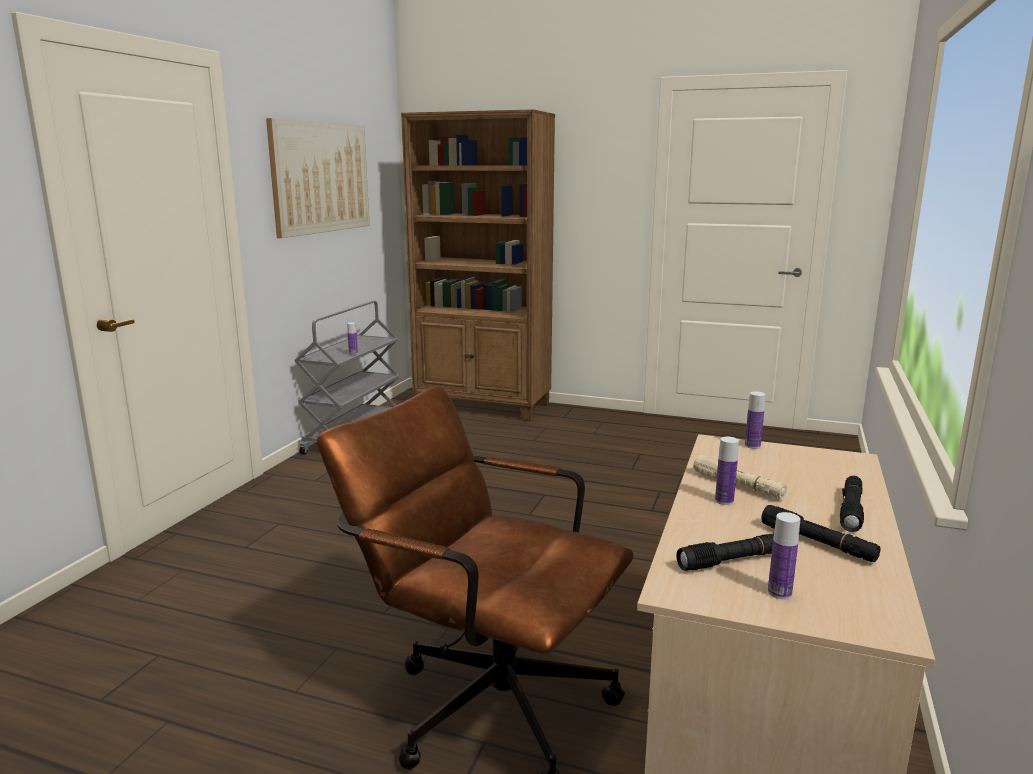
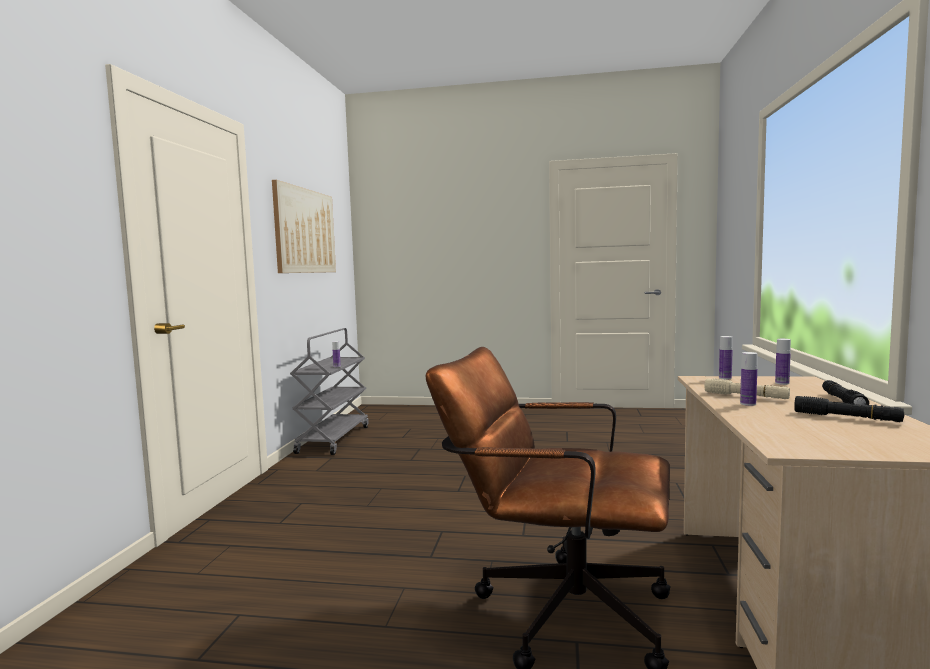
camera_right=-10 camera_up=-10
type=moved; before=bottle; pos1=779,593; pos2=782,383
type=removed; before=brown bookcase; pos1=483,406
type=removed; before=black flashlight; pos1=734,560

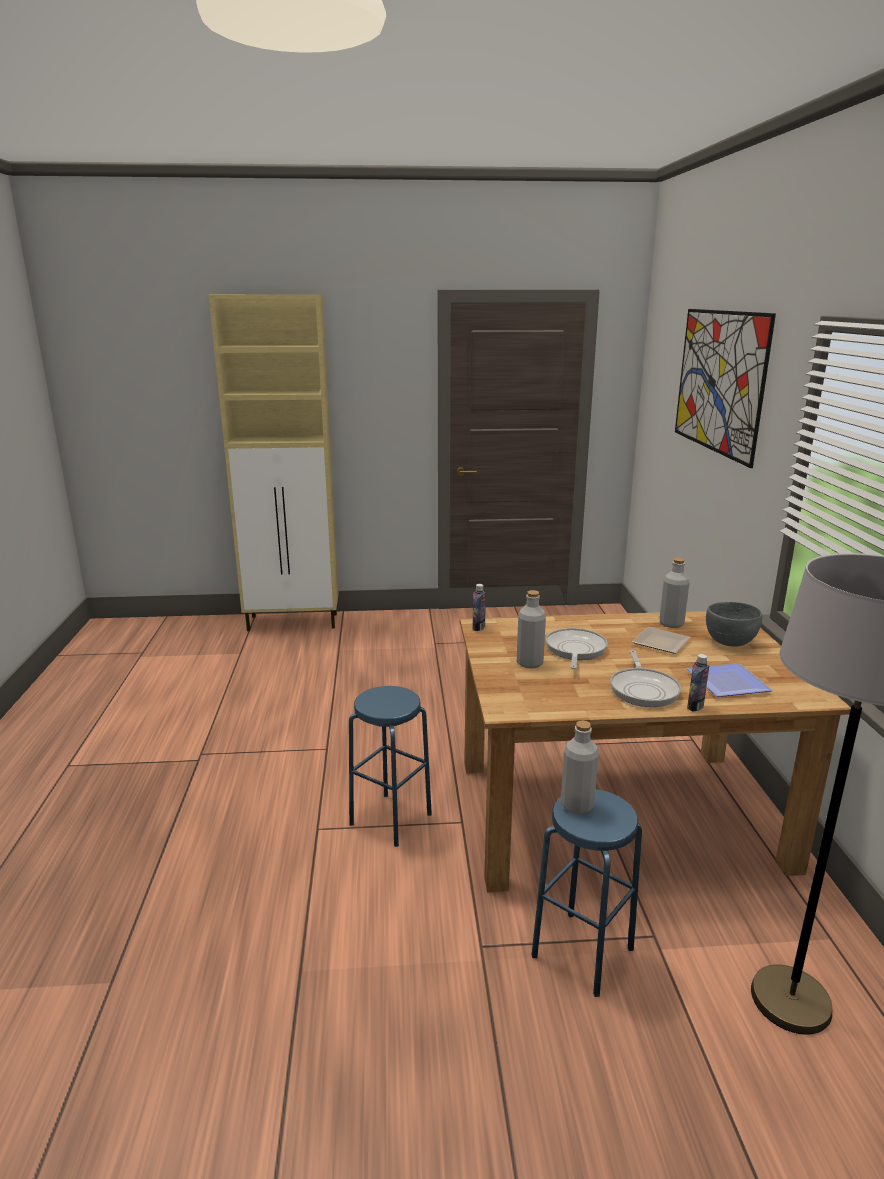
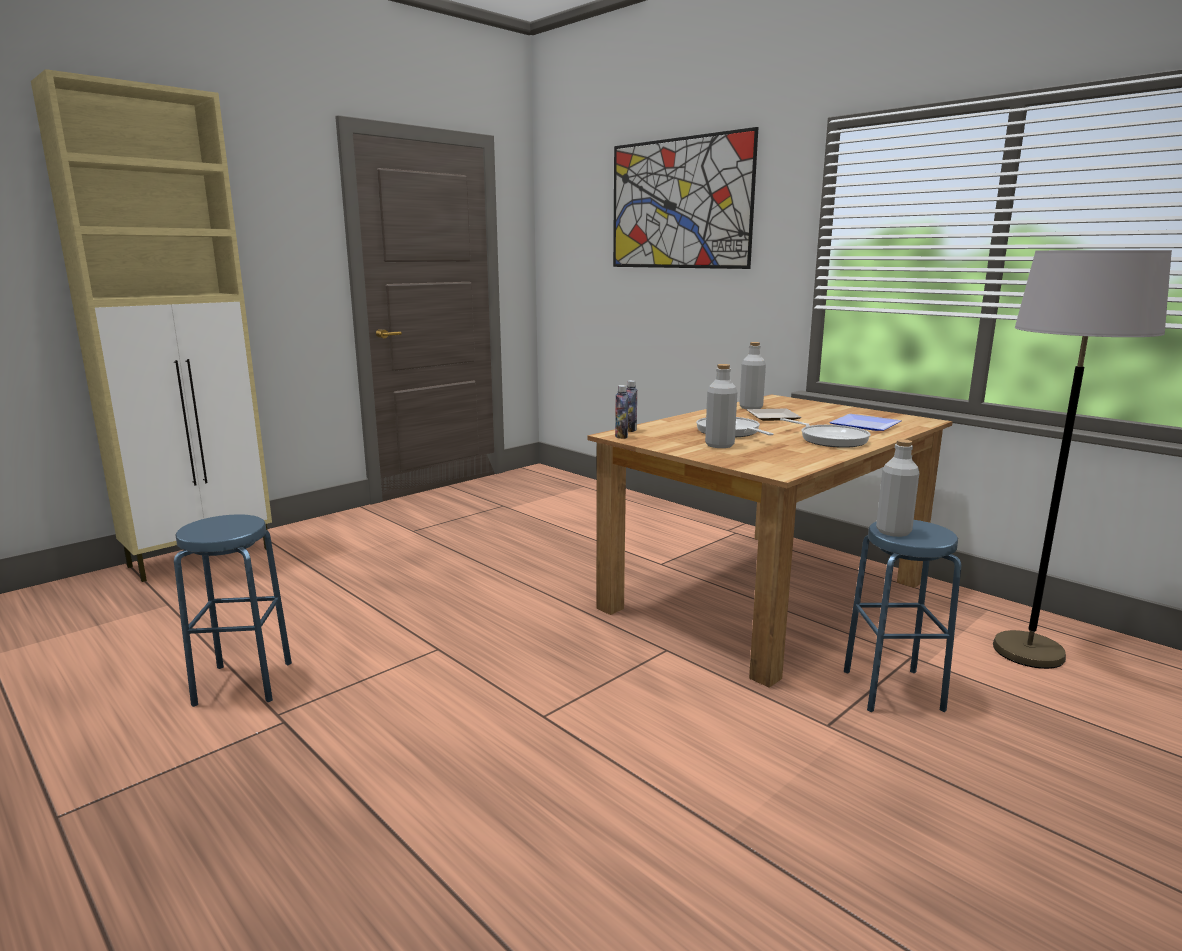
camera_right=-40 camera_up=-5
type=moved; before=blue stool; pos1=390,819; pos2=243,683
type=moved; before=bottle; pos1=695,707; pos2=630,430
type=removed; before=grey bowl; pos1=730,642

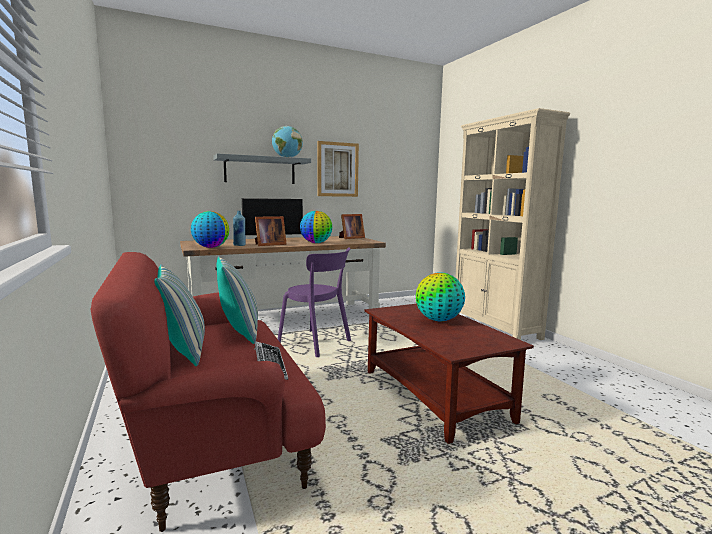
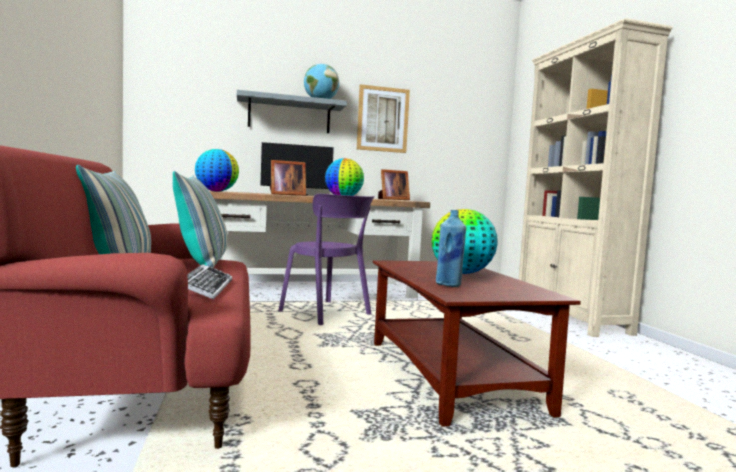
camera_right=10 camera_up=-5
type=moved; before=blue bottle; pos1=239,245; pos2=448,285

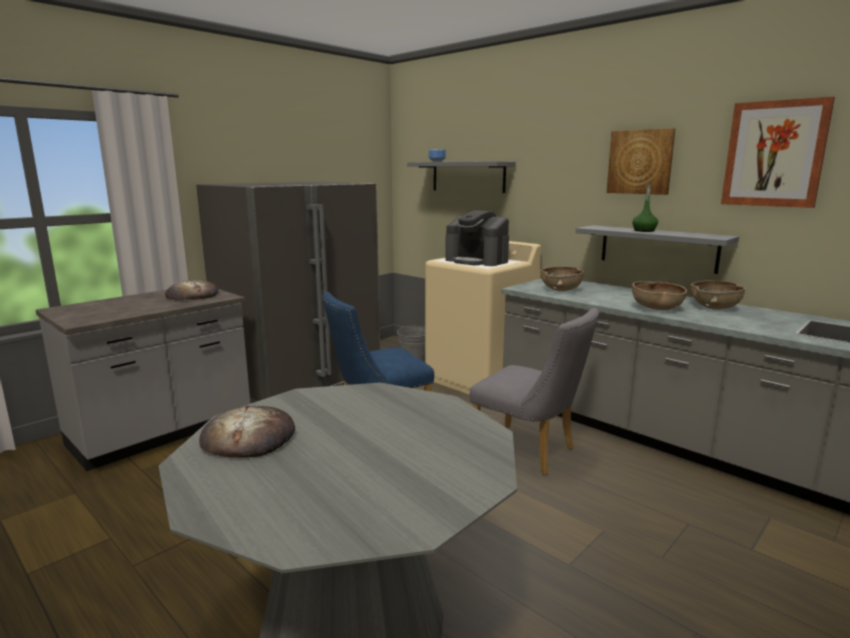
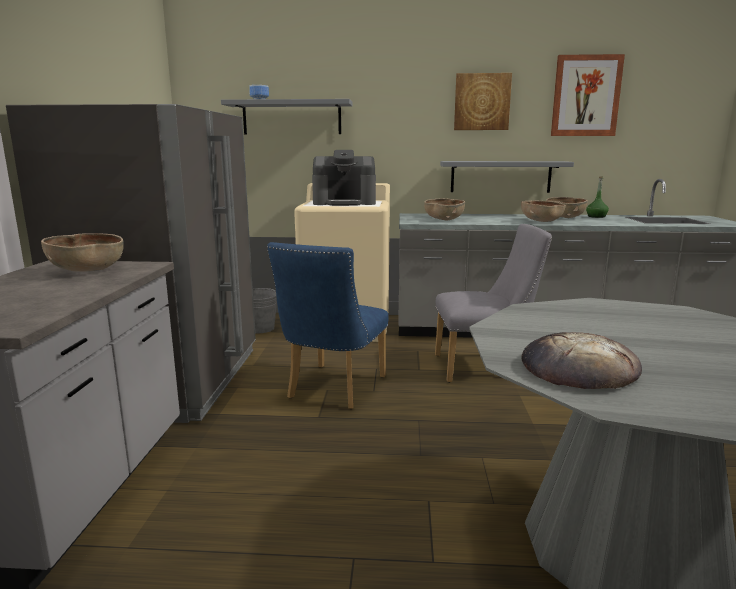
camera_right=-40 camera_up=0
type=replaced; before=bread; after=brown bowl; pos1=192,295; pos2=87,270
type=moved; before=green bottle; pos1=644,231; pos2=596,216

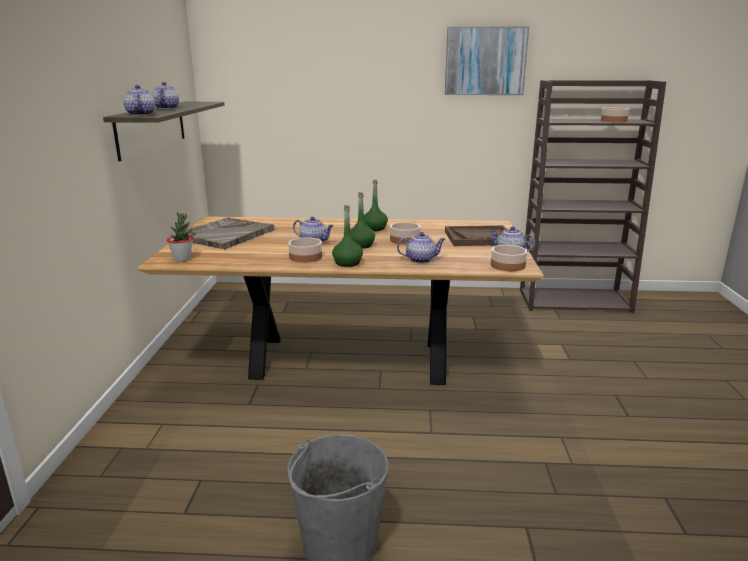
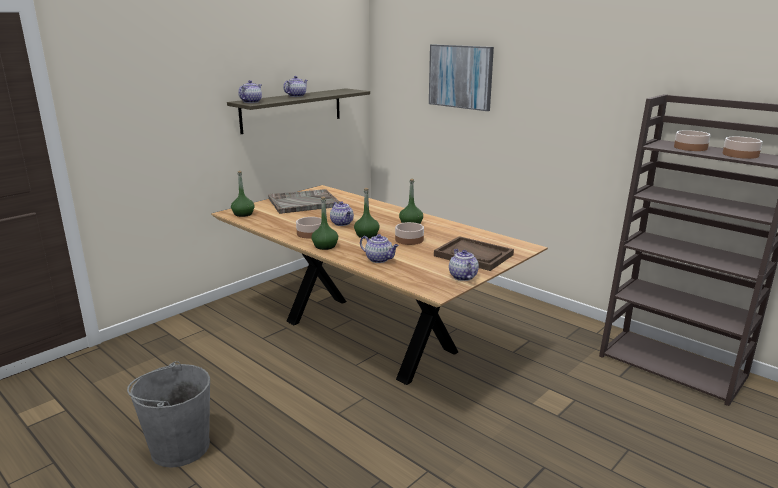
camera_right=40 camera_up=0
type=replaced; before=potted plant; after=green bottle; pos1=182,259; pos2=243,214
type=moved; before=picture; pos1=485,61; pos2=460,76
type=moved; before=bowl; pos1=508,265; pos2=691,148

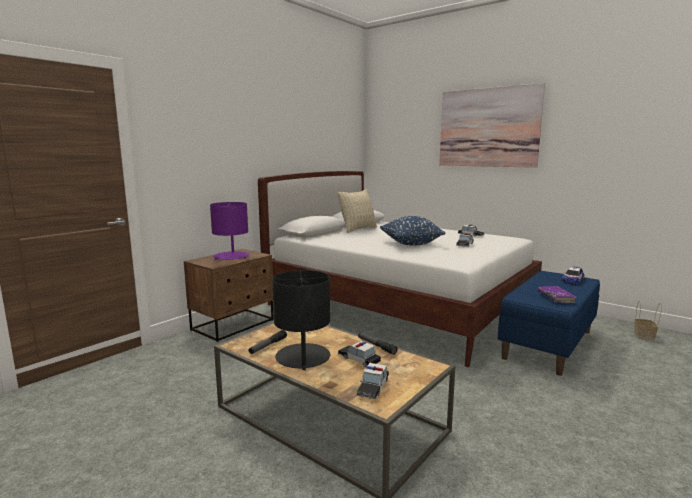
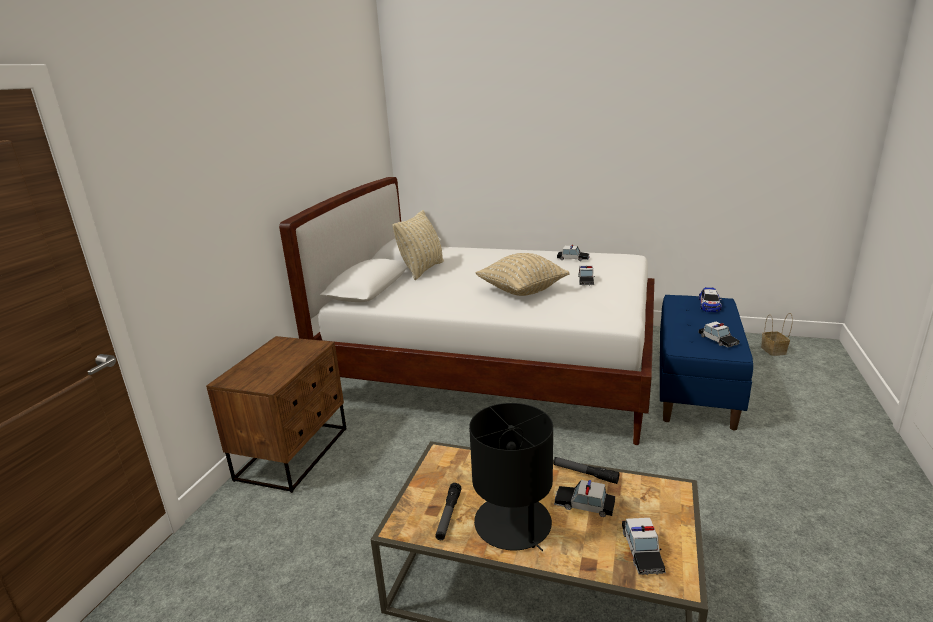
camera_right=-20 camera_up=10
type=recoloured; before=blue pillow; after=beige pillow; pos1=411,244; pos2=522,291
type=replaced; before=purple book; after=toy car; pos1=555,298; pos2=718,340
type=removed; before=purple table lamp; pos1=231,256
type=removed; before=picture; pos1=488,127

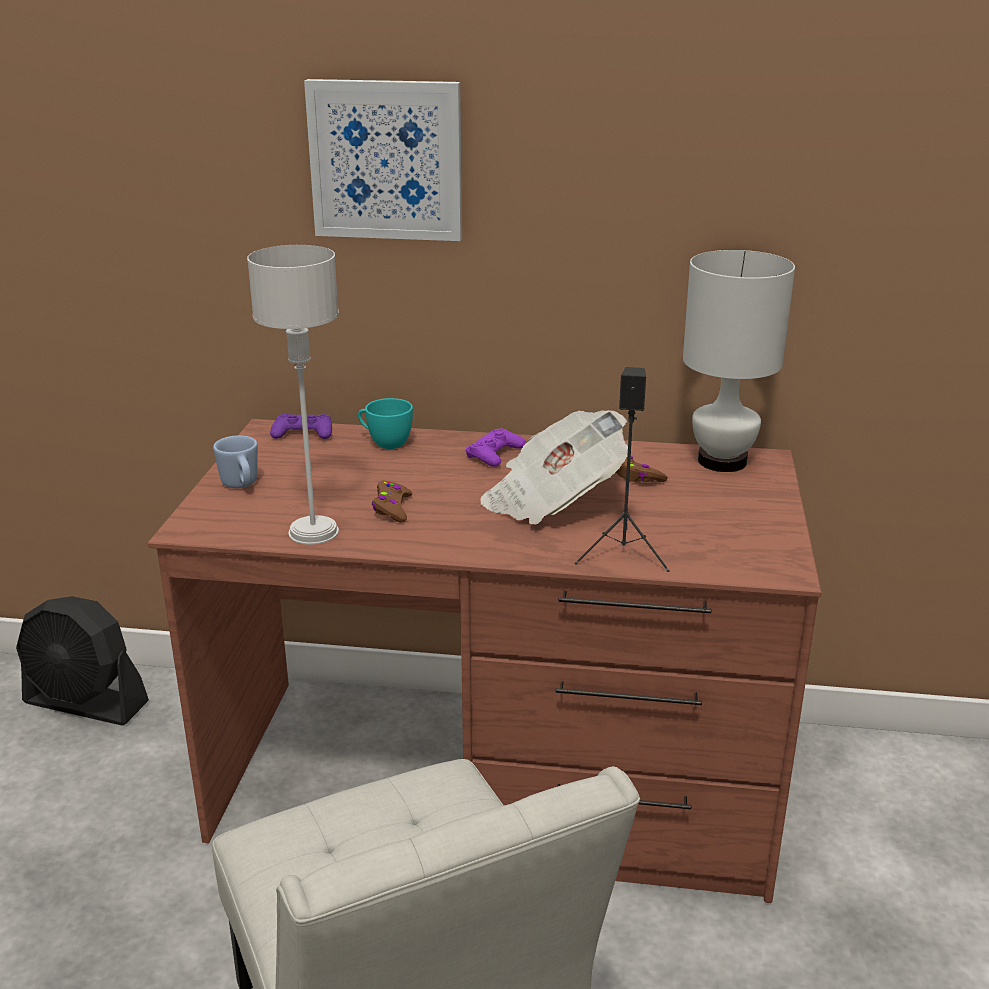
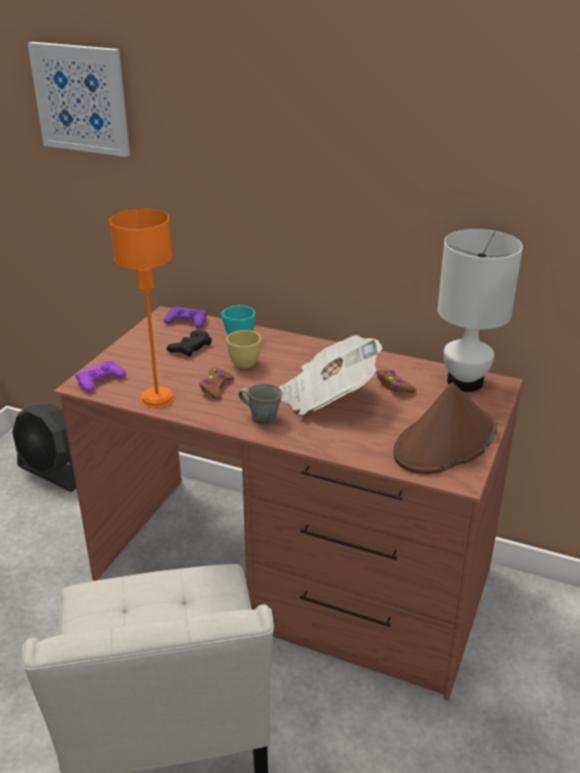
camera_right=15 camera_up=5
type=moved; before=picture; pos1=386,160; pos2=81,98
type=moved; before=purple game controller; pos1=495,454; pos2=100,380
type=recoloured; before=grey table lamp; after=orange table lamp; pos1=312,532; pos2=156,398
type=added; after=black game controller; pos2=190,347
type=added; after=yellow cup; pos2=245,361
type=added; after=grey mug; pos2=262,417
type=added; after=brown hat; pos2=445,443
type=removed; before=blue mug; pos1=241,486
type=removed; before=black speaker; pos1=624,554

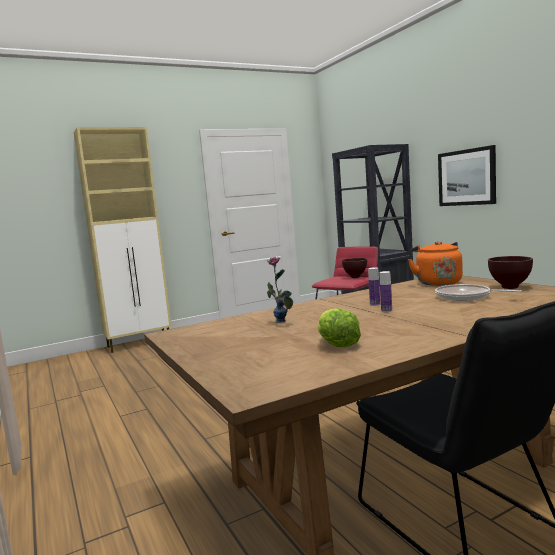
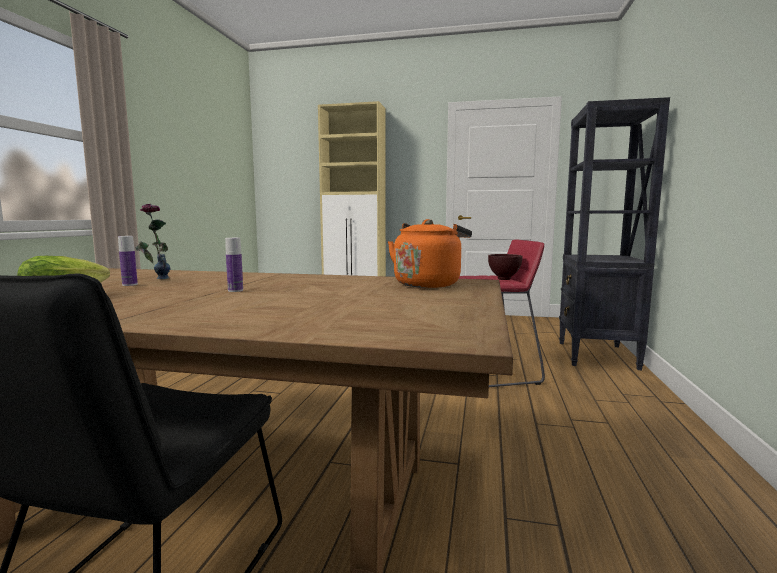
camera_right=40 camera_up=0
type=moved; before=bottle; pos1=375,304; pos2=130,284
type=removed; before=frying pan; pos1=466,297
type=removed; before=picture; pos1=466,177
type=removed; before=brown bowl; pos1=510,288

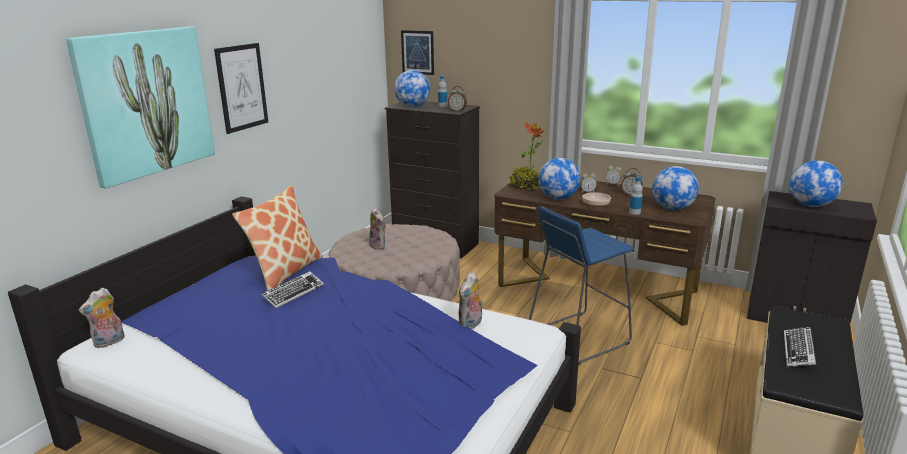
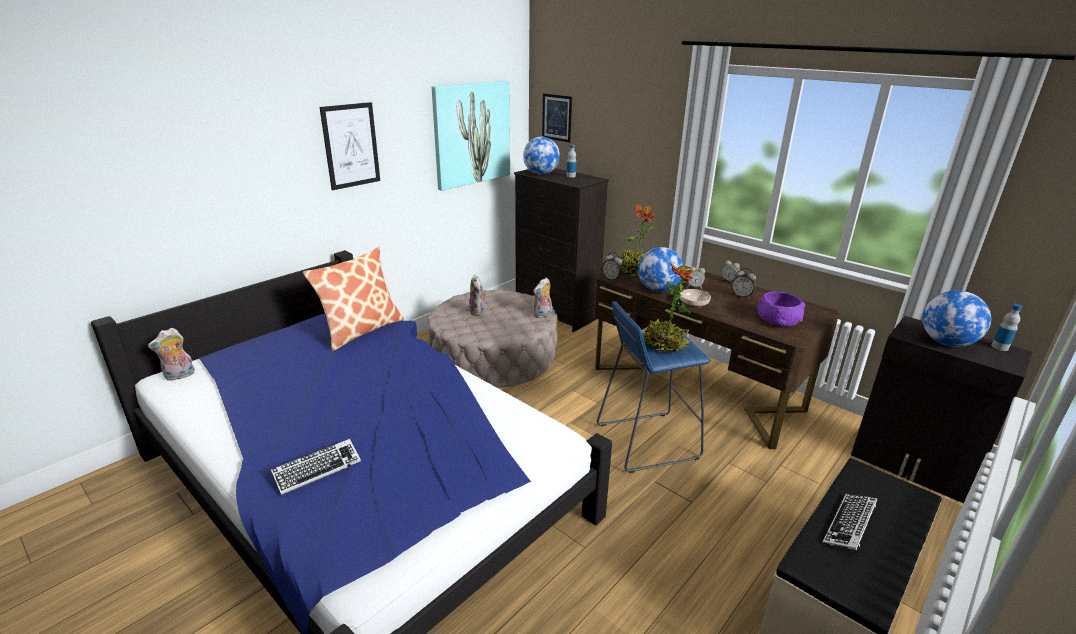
camera_right=15 camera_up=5
type=moved; before=keyboard; pos1=293,293; pos2=317,470
type=moved; before=picture; pos1=146,103; pos2=471,134
type=moved; before=plush toy; pos1=471,324; pos2=543,315
type=moved; before=alarm clock; pos1=457,111; pos2=611,279
type=added; after=potted plant; pos2=664,345
type=replaced; before=globe; after=purple bowl; pos1=672,208; pos2=778,320
type=moved; before=bottle; pos1=634,212; pos2=999,347

